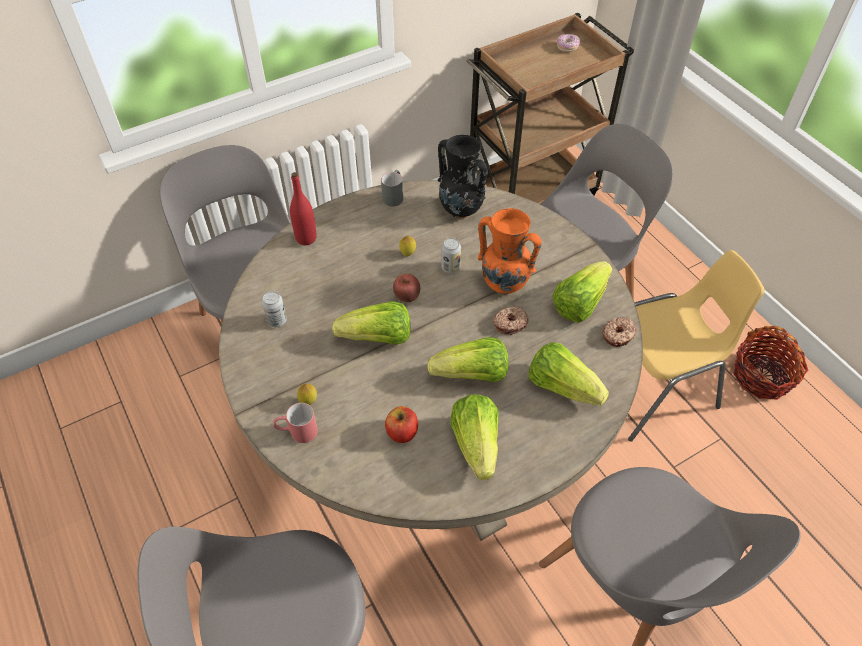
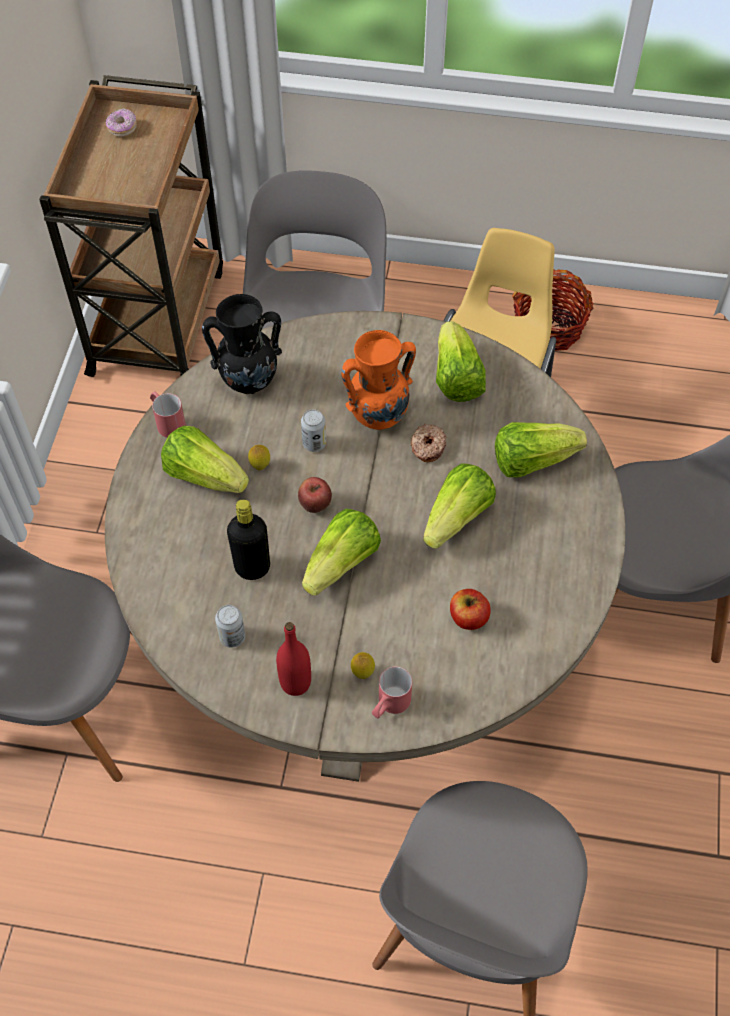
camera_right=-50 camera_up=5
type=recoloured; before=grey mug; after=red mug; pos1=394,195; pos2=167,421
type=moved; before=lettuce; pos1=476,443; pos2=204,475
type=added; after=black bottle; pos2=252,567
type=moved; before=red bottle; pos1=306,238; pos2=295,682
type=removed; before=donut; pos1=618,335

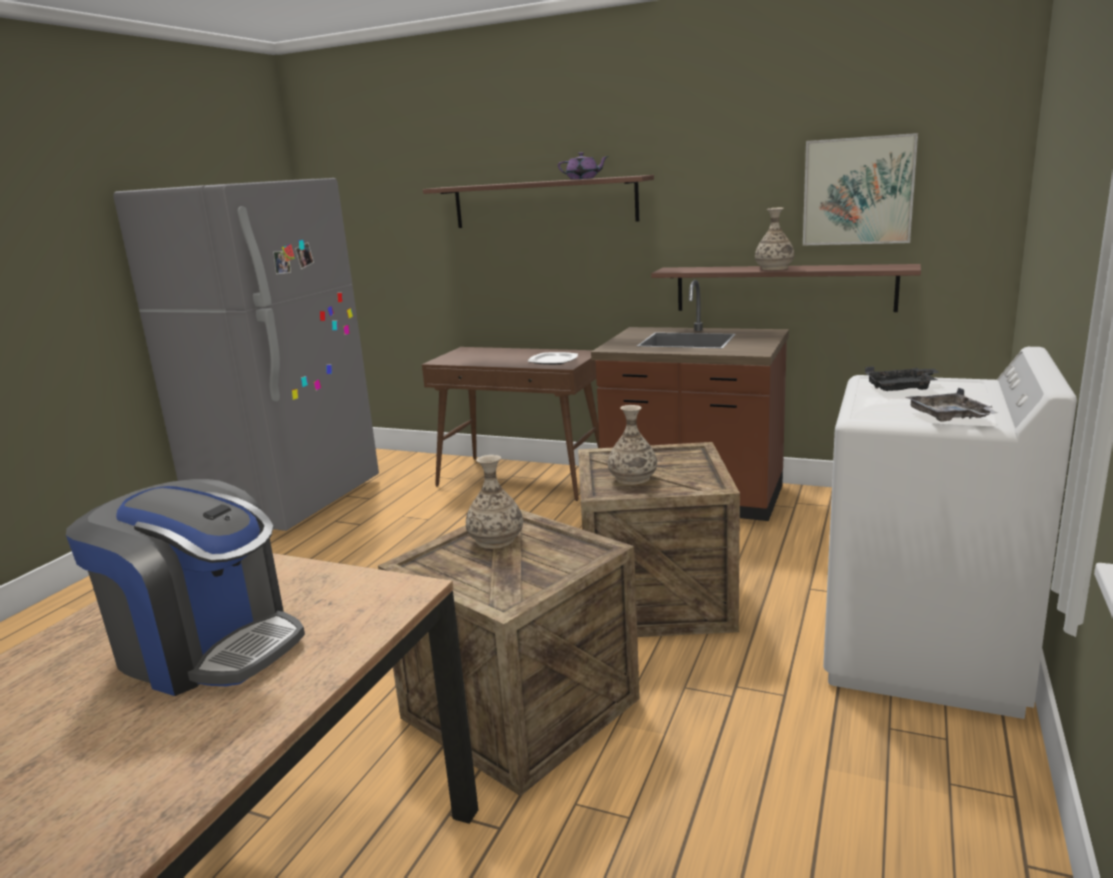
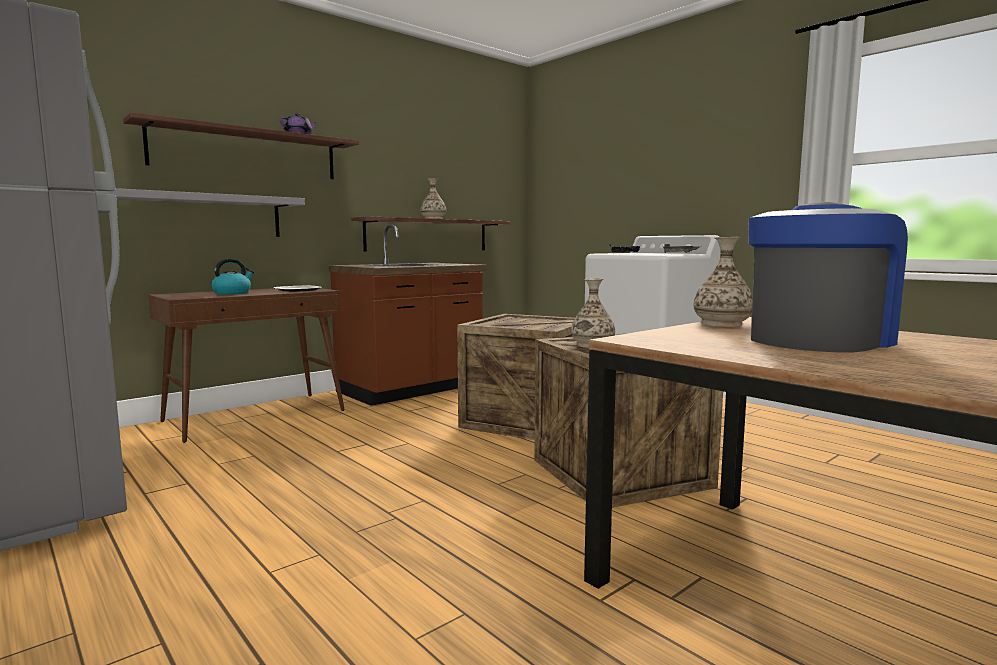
camera_right=-65 camera_up=-10
type=added; after=grey shelf; pos2=189,215
type=added; after=kettle; pos2=232,293
type=moved; before=vase; pos1=633,478; pos2=721,324
type=removed; before=picture; pos1=858,191

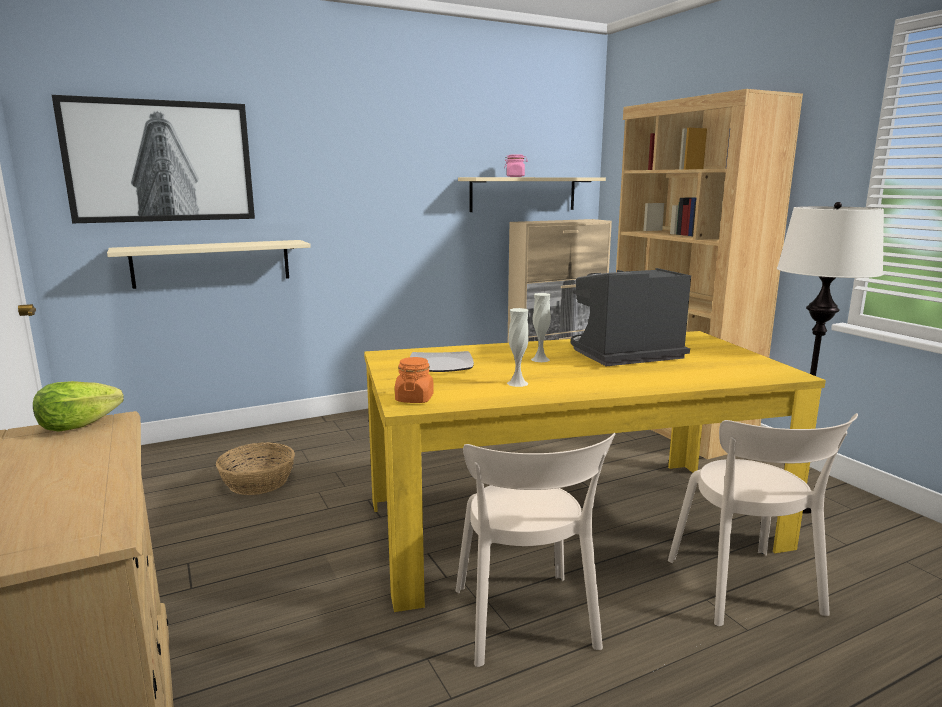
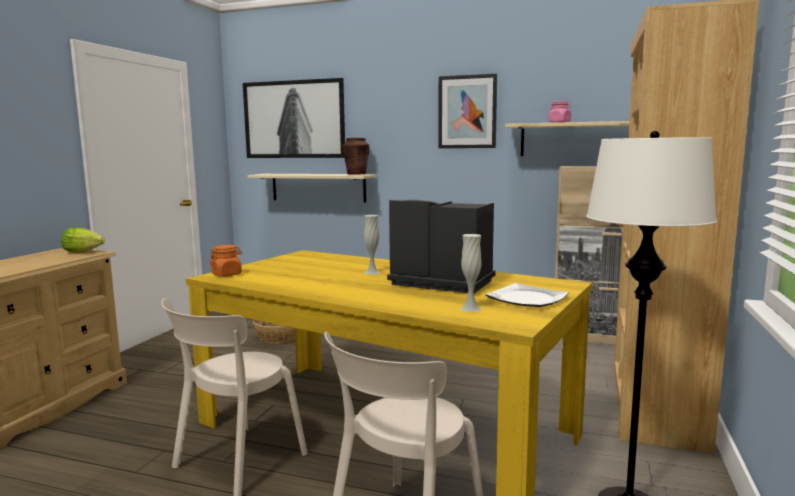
camera_right=45 camera_up=-5
type=added; after=brown vase; pos2=356,174
type=added; after=picture; pos2=467,112
type=moved; before=white vase; pos1=517,383; pos2=470,308
type=moved; before=plate; pos1=440,365; pos2=526,299

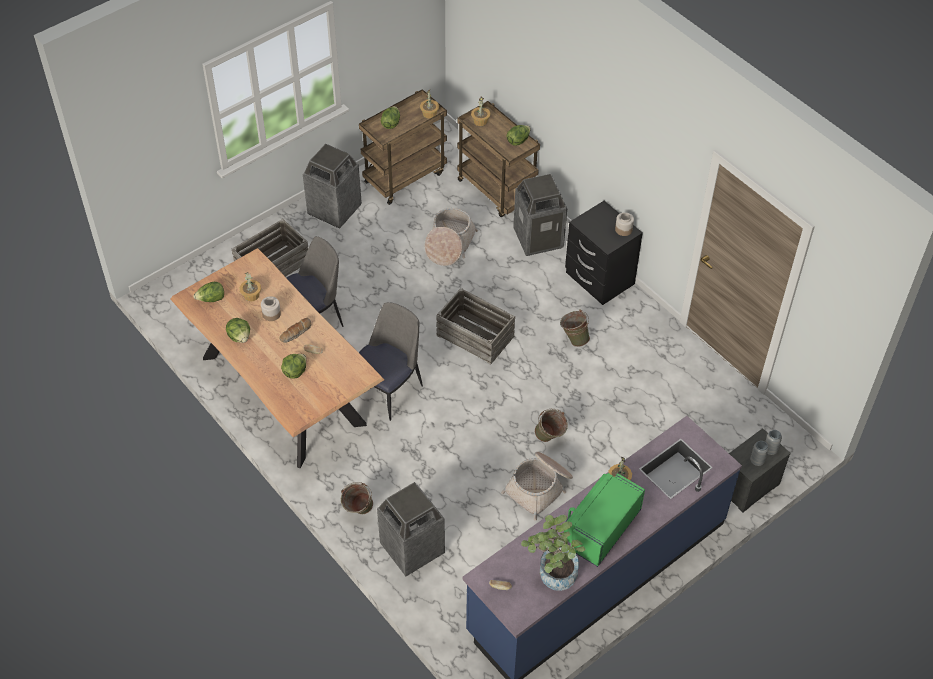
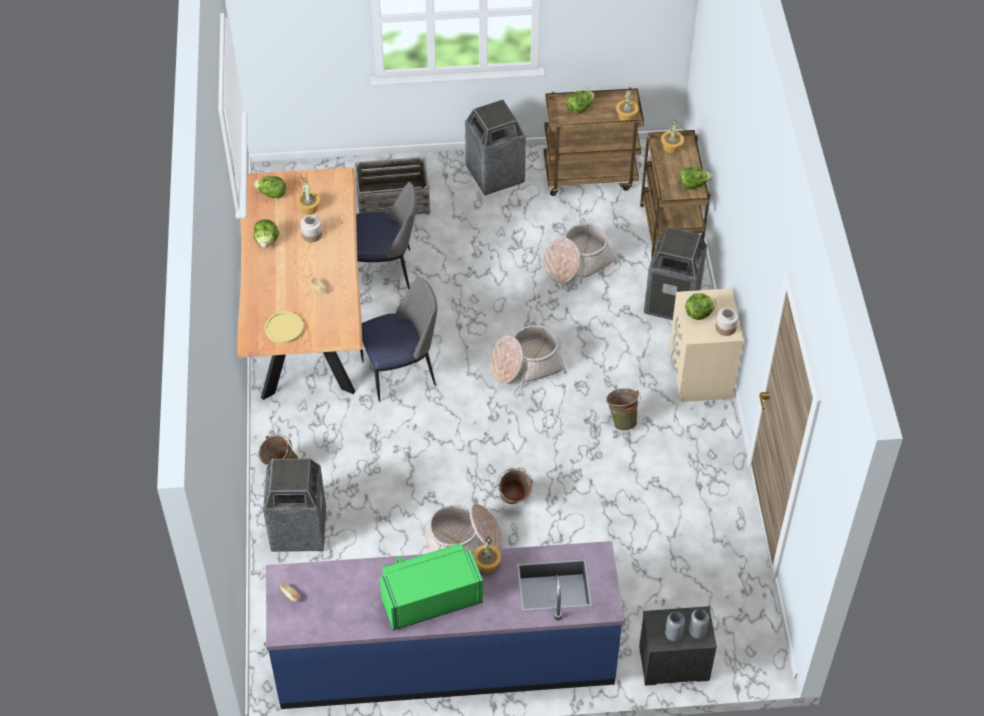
camera_right=35 camera_up=0
type=added; after=yellow plate; pos2=284,328
type=replaced; before=crate; after=basket; pos1=474,336; pos2=525,365
type=recoloured; before=black nightstand; after=beige nightstand; pos1=599,279; pos2=699,374
type=moved; before=lettuce; pos1=294,371; pos2=698,313
type=removed; before=bread; pos1=296,333
type=removed; before=potted plant; pos1=552,576

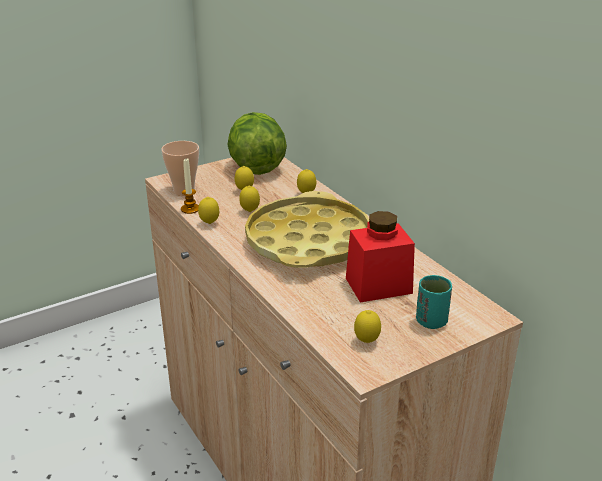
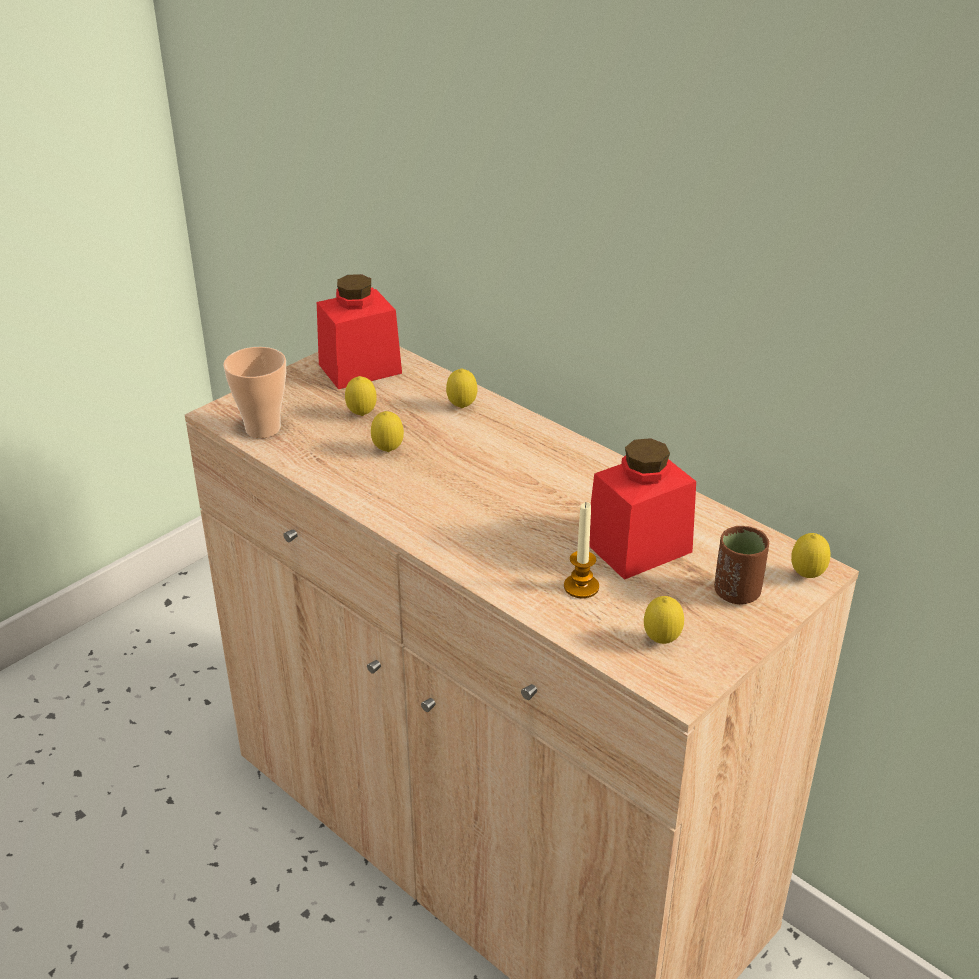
camera_right=-15 camera_up=5
type=replaced; before=lettuce; after=red jar; pos1=256,167; pos2=360,369
type=moved; before=candle; pos1=190,209; pos2=581,587
type=recoloured; before=turquoise cup; after=brown cup; pos1=431,321; pos2=737,593
type=moved; before=lemon; pos1=209,223; pos2=806,577
type=removed; before=yellow tray; pos1=308,242

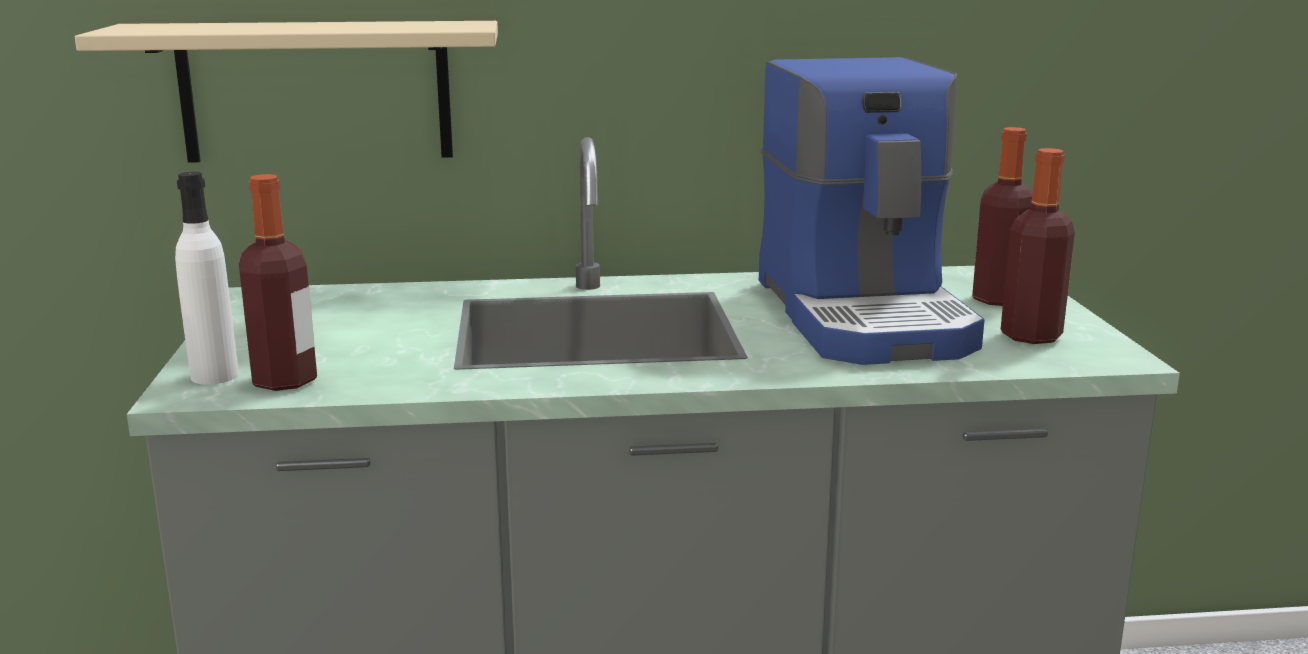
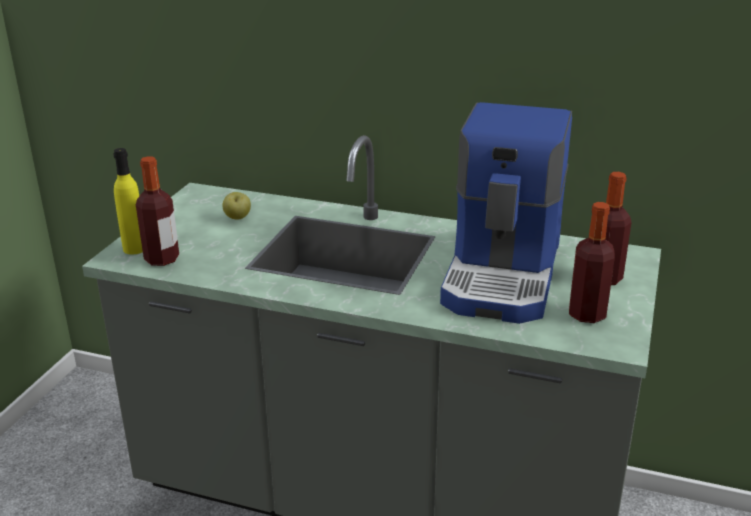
camera_right=25 camera_up=10
type=recoloured; before=white bottle; after=yellow bottle; pos1=214,376; pos2=135,248
type=added; after=apple; pos2=237,218
type=removed; before=beige shelf; pos1=316,91

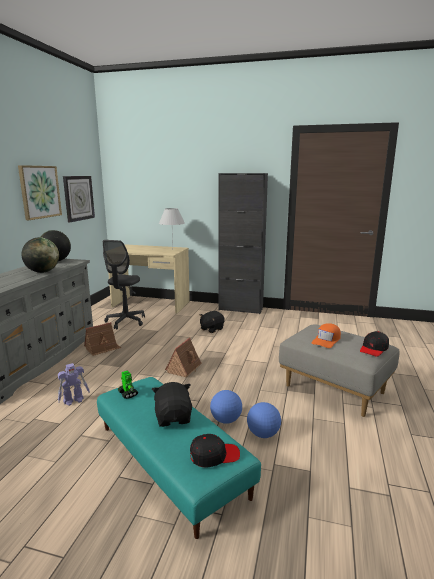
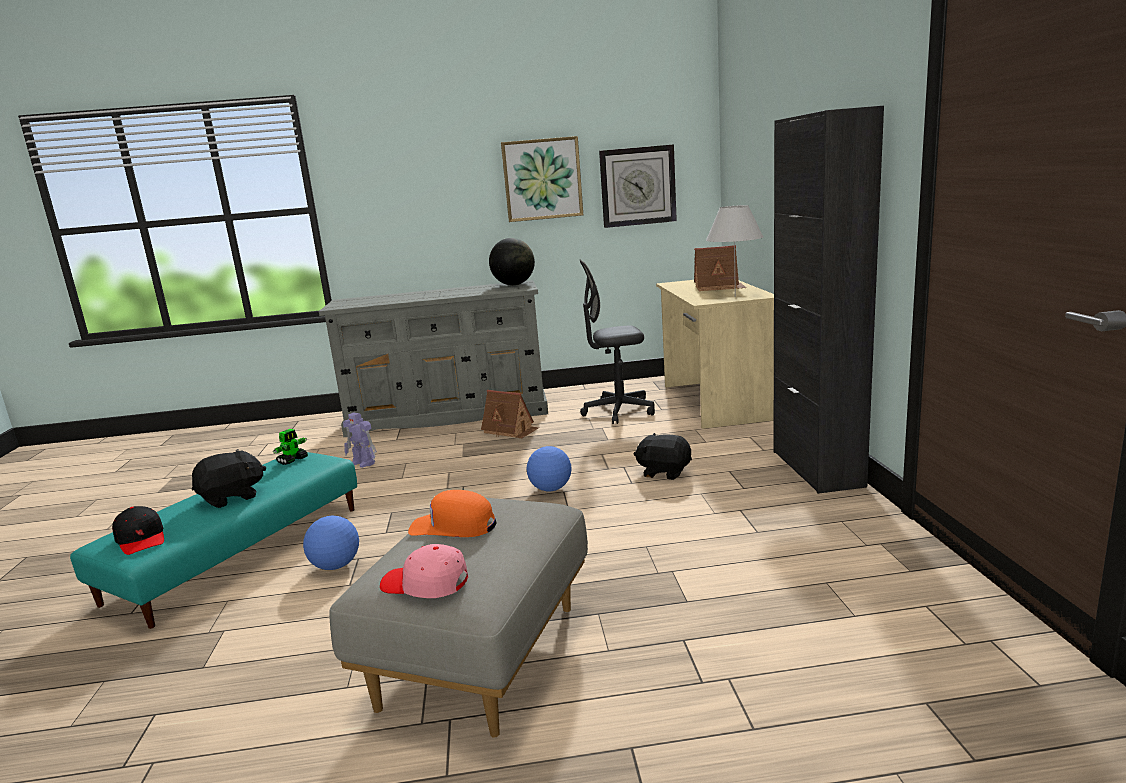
camera_right=70 camera_up=0
type=recoloured; before=black cap; after=pink cap; pos1=374,349; pos2=425,584
type=moved; before=football; pos1=263,434; pos2=551,489
type=moved; before=toy house; pos1=184,368; pos2=719,287
type=removed; before=globe; pos1=42,272

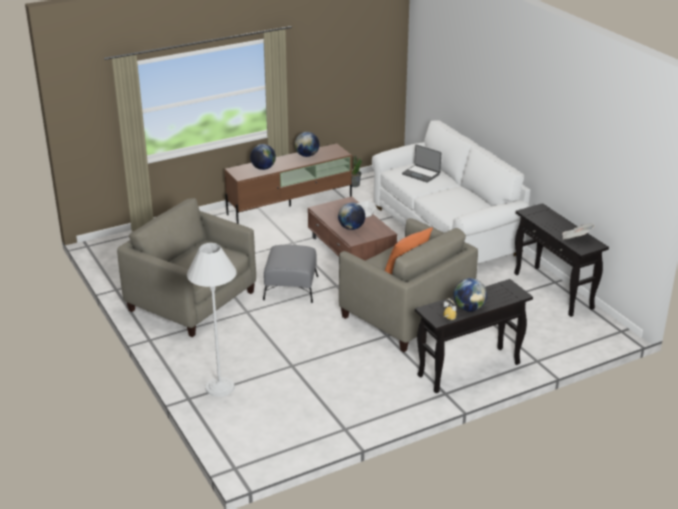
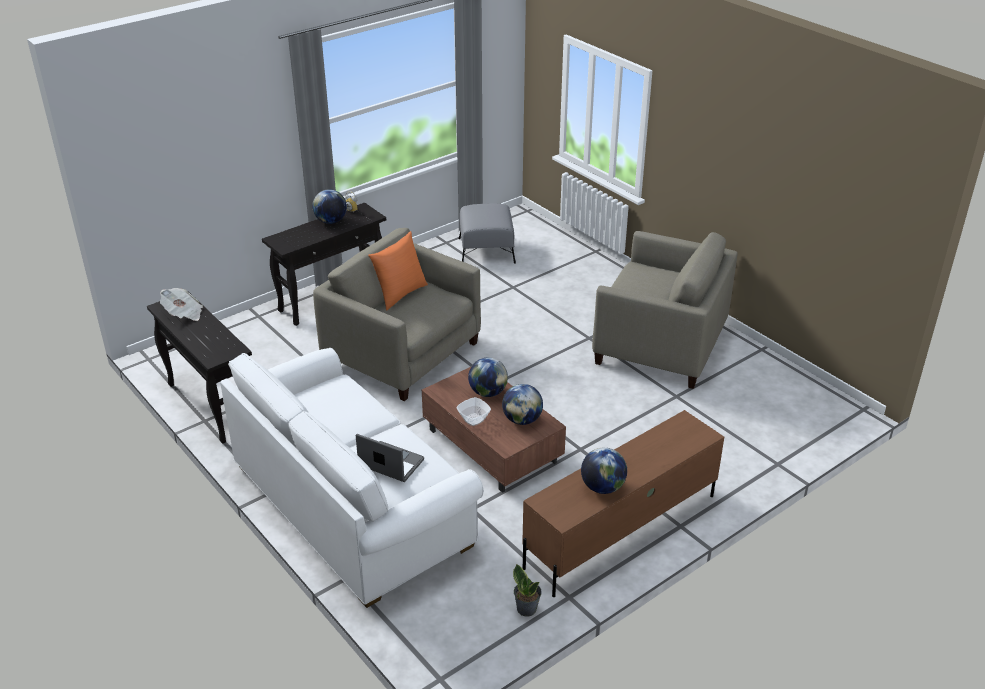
camera_right=170 camera_up=5
type=moved; before=grey ottoman; pos1=290,288; pos2=487,250
type=moved; before=globe; pos1=263,168; pos2=522,420
type=removed; before=white floor lamp; pos1=219,387

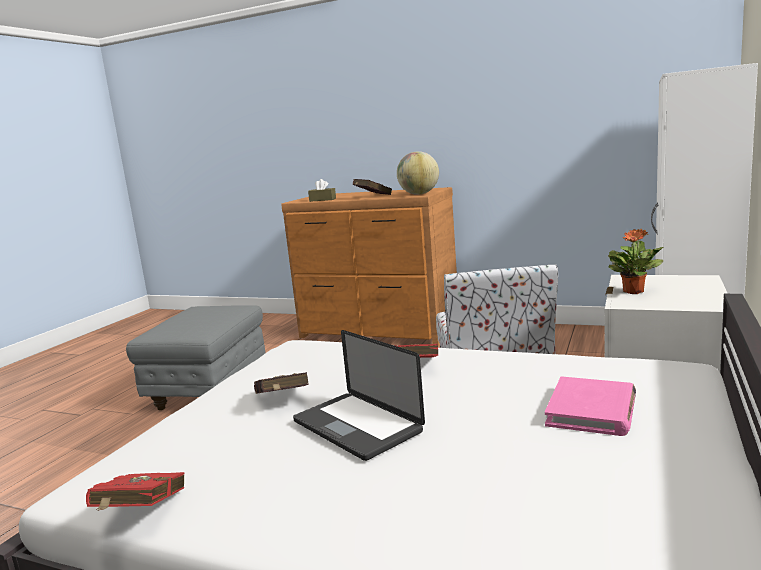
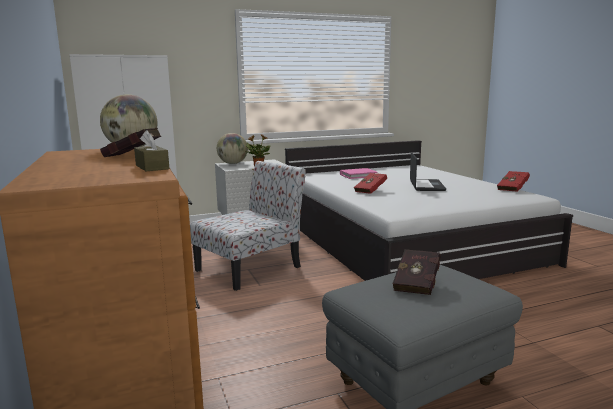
camera_right=-135 camera_up=0
type=added; after=globe; pos2=232,163
type=moved; before=red book; pos1=282,402; pos2=418,284

